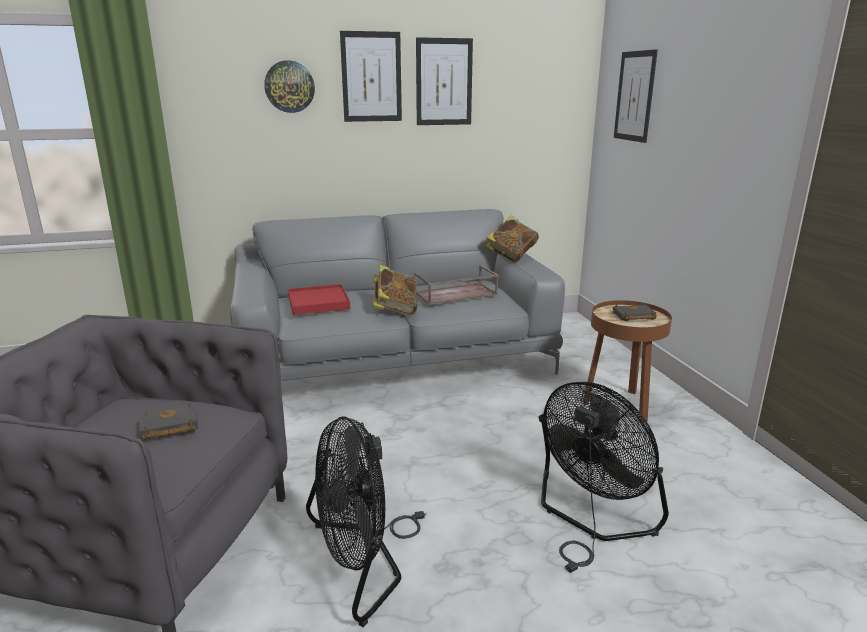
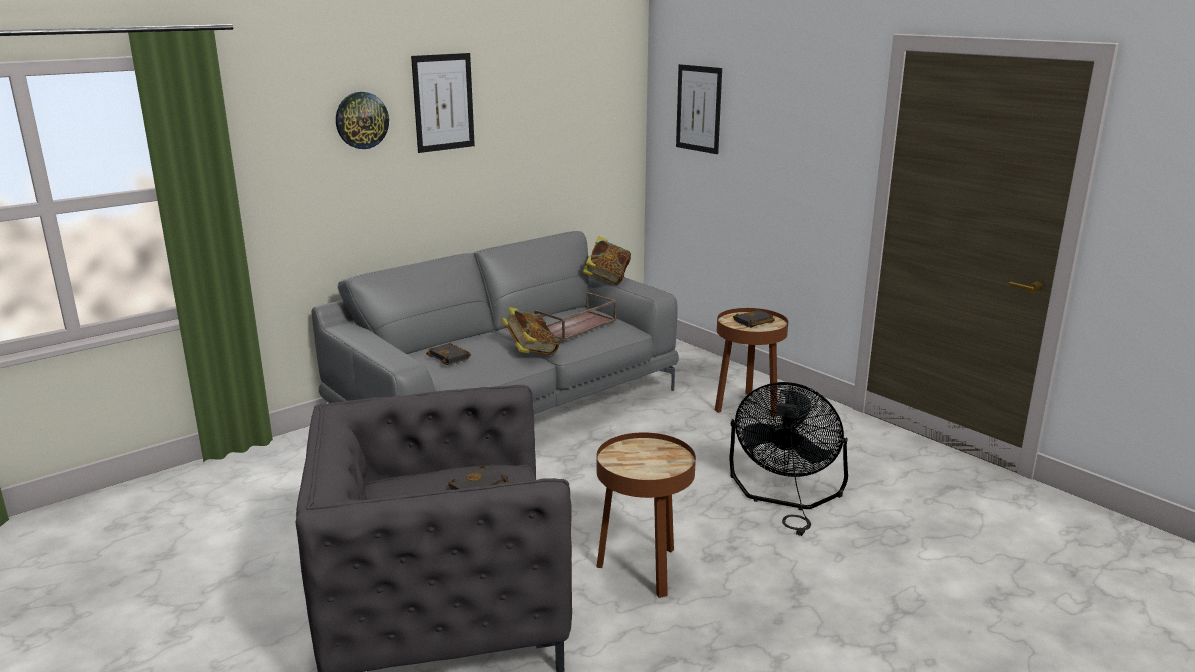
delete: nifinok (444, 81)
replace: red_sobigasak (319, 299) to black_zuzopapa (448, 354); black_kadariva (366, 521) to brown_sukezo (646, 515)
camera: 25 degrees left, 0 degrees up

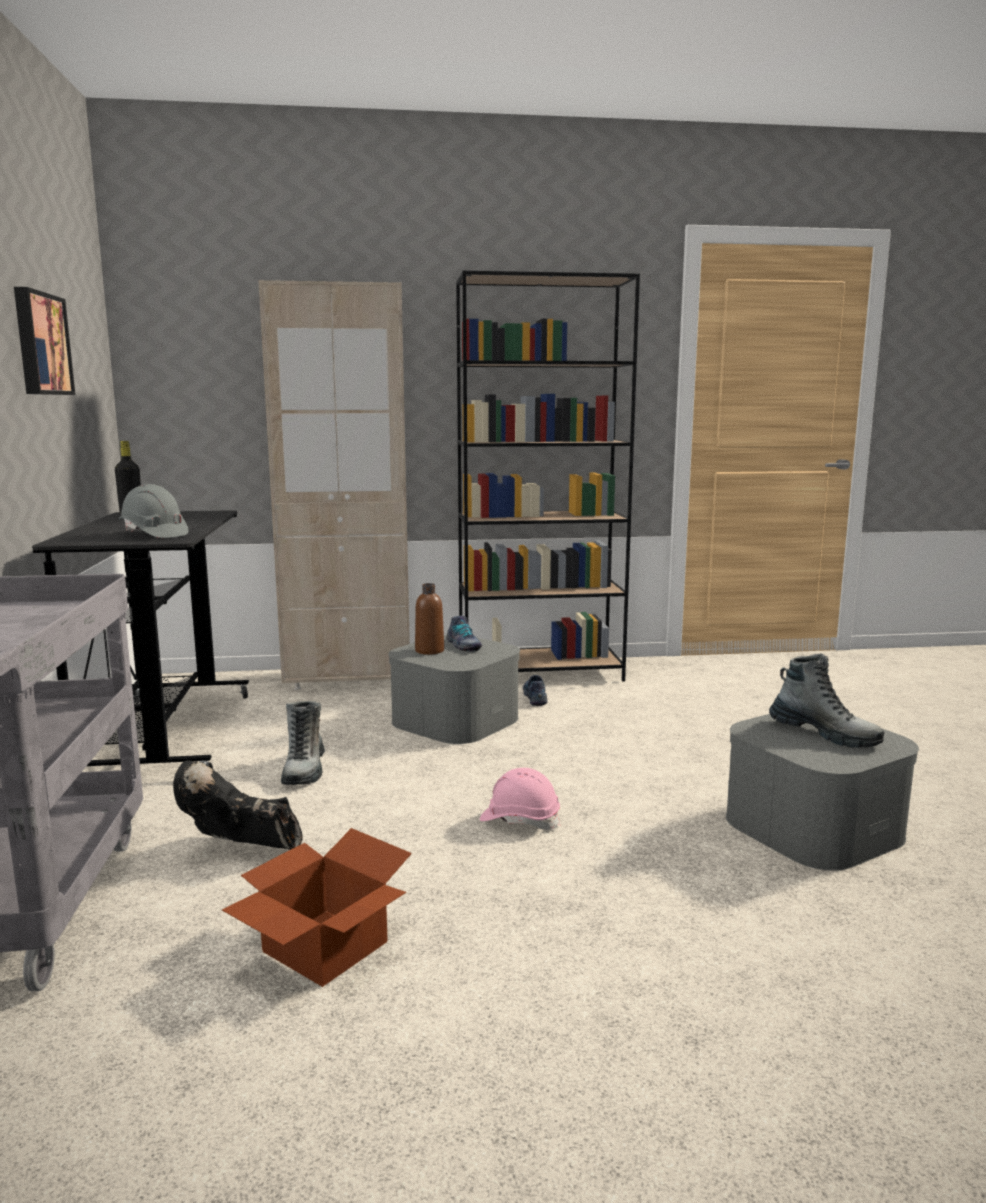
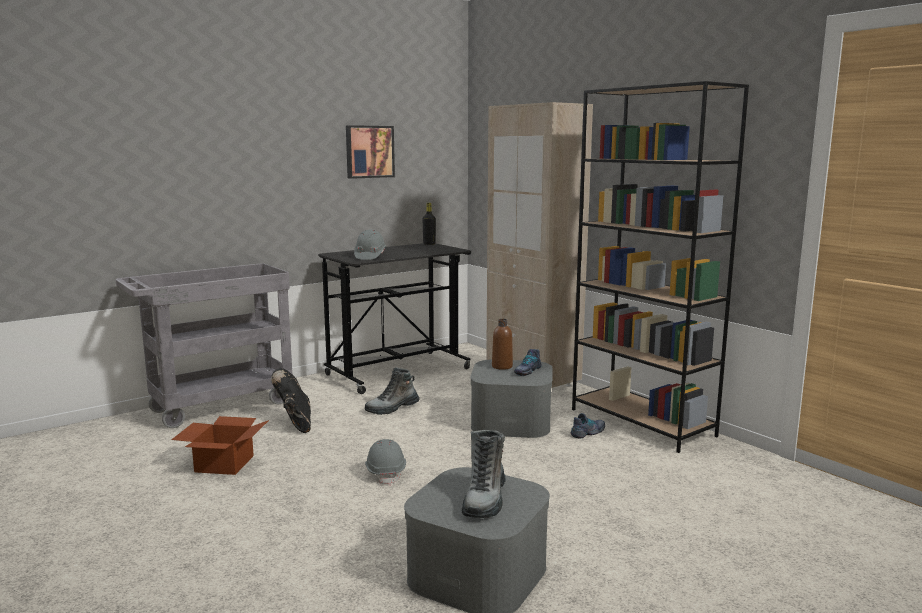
recolor: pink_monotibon (520, 799) to grey_monotibon (385, 462)
camera: 60 degrees right, 0 degrees up

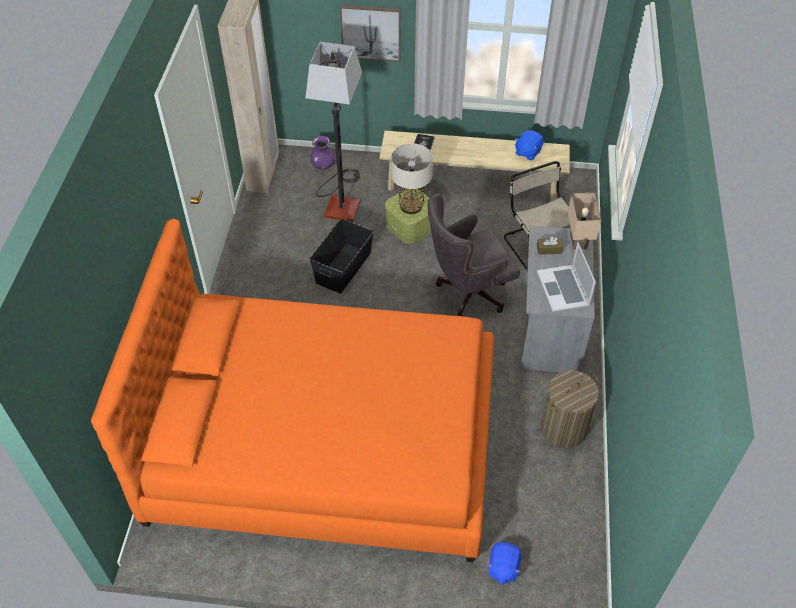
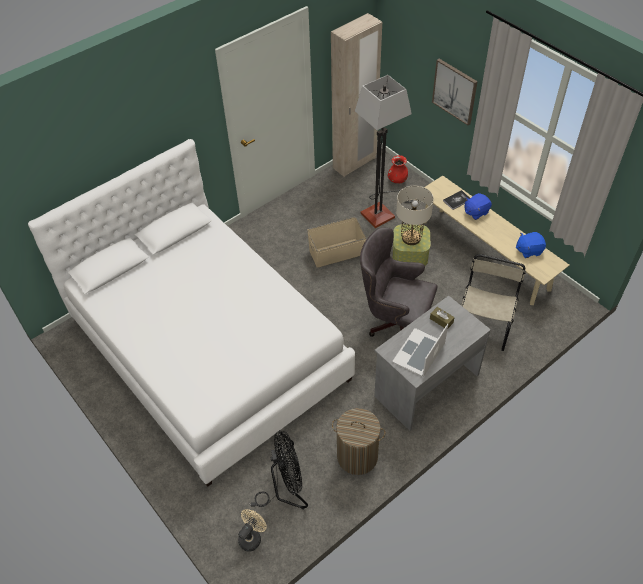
delete: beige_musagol (584, 221)
insert: beige_kadariva (252, 530); black_kadariva (279, 469)
move: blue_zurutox (504, 563) to (478, 206)
recolor: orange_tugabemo (292, 390) to white_tugabemo (191, 313); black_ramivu (342, 256) to beige_ramivu (336, 242); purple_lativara (323, 152) to red_lativara (398, 169)
camera: 45 degrees right, 0 degrees up

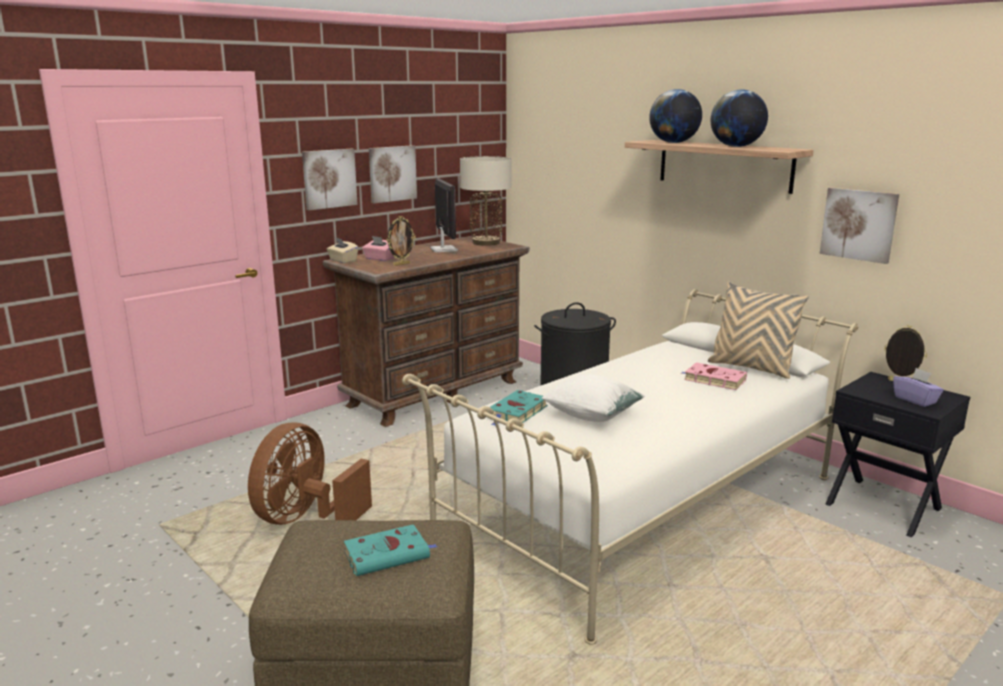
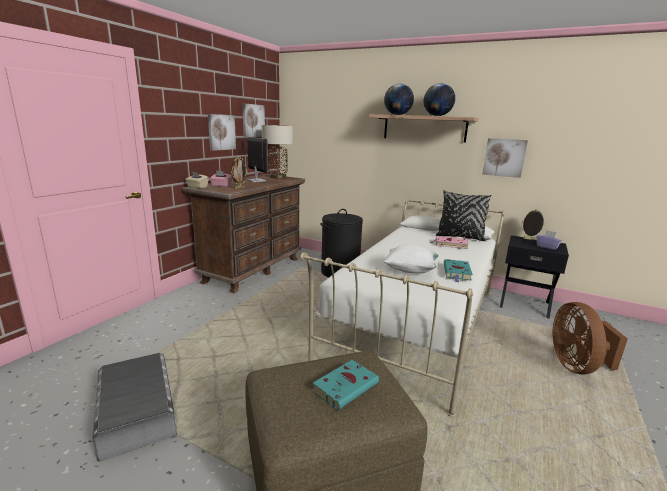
insert: grey_ramivu (134, 407)
move: brown_kadariva (310, 473) to (590, 338); nifinok (330, 179) to (253, 120); turquoise_zuzopapa (519, 408) to (458, 270)
recolor: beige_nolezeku (758, 330) to black_nolezeku (464, 215)
camera: 20 degrees left, 0 degrees up

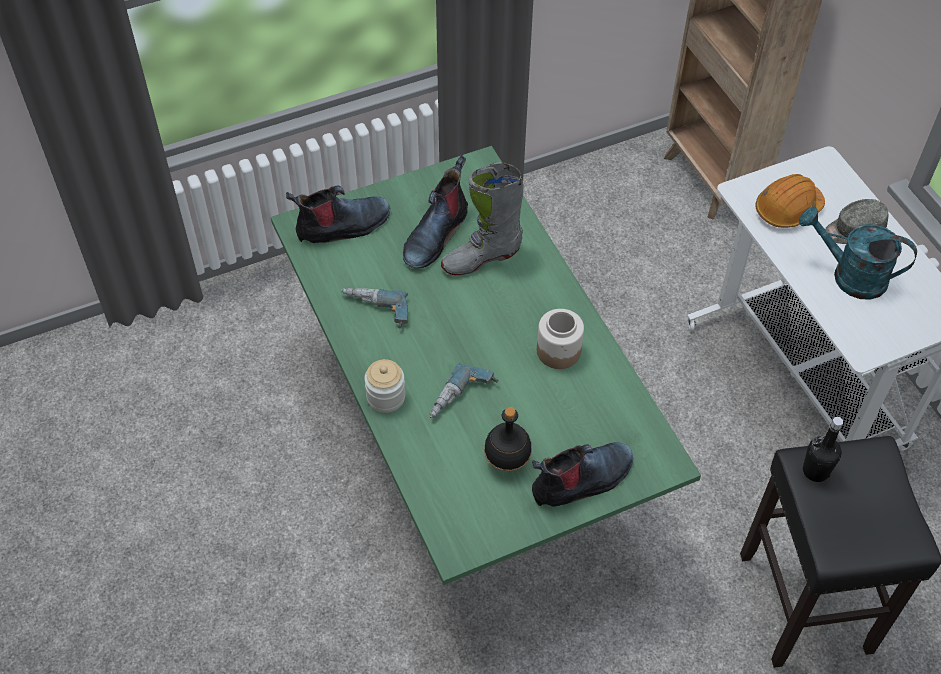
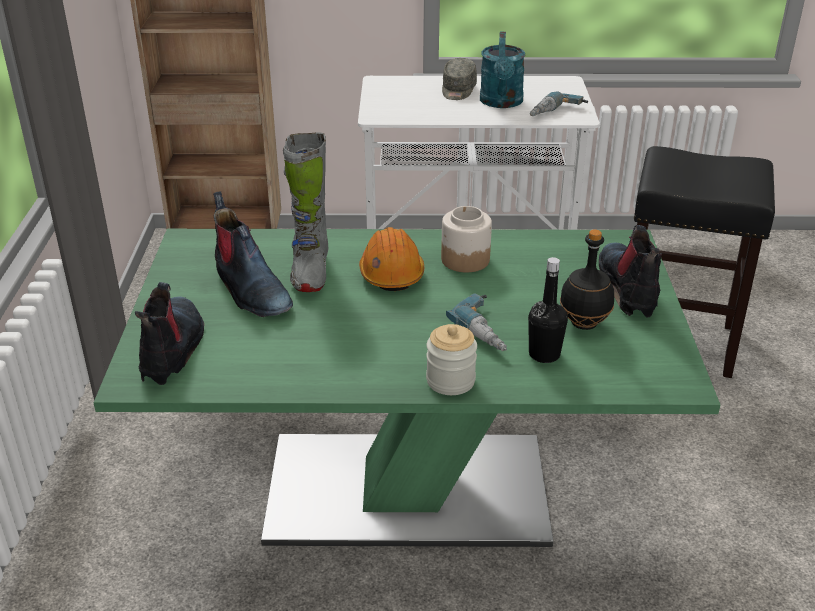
move: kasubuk (374, 308) to (559, 103); orange_monotibon (790, 201) to (391, 259); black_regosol (823, 449) to (548, 310)
rotate: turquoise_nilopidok (858, 253) = (502, 70) 45 degrees counterclockwise
camera: 65 degrees left, 20 degrees down

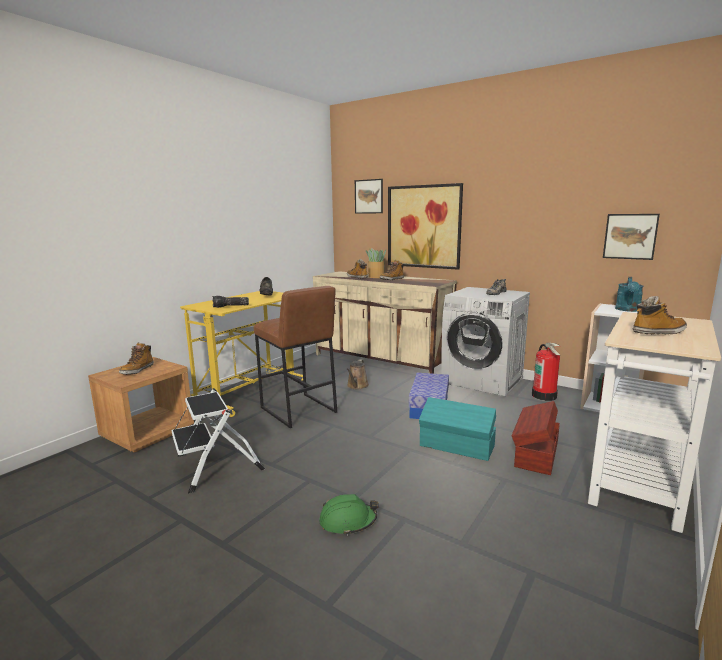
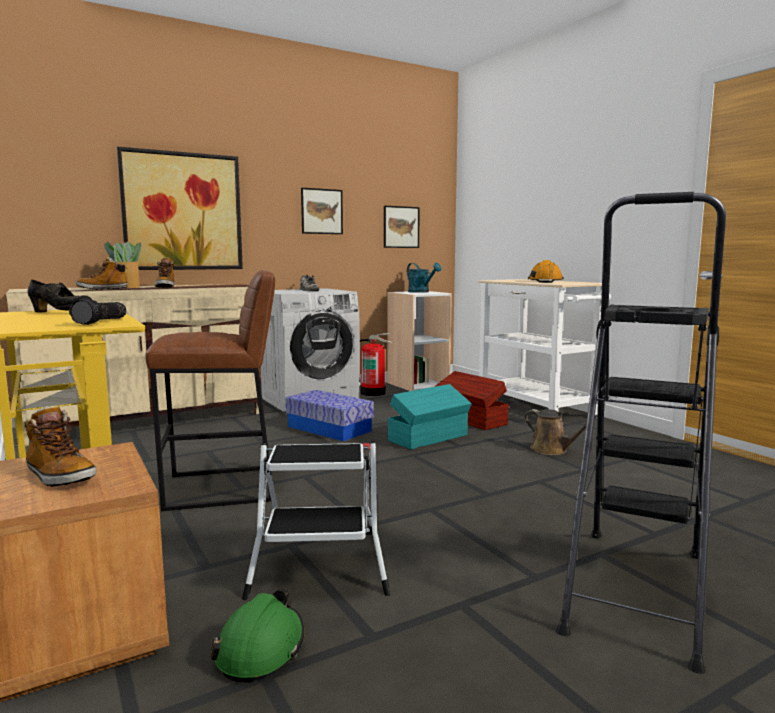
insert: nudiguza (641, 433)
move: green_monotibon (349, 515) to (257, 635); brown_nilopidok (358, 374) to (560, 432); nifinok (369, 196) to (322, 211)
replace: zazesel (660, 315) to orange_monotibon (546, 271)
camera: 65 degrees left, 5 degrees down

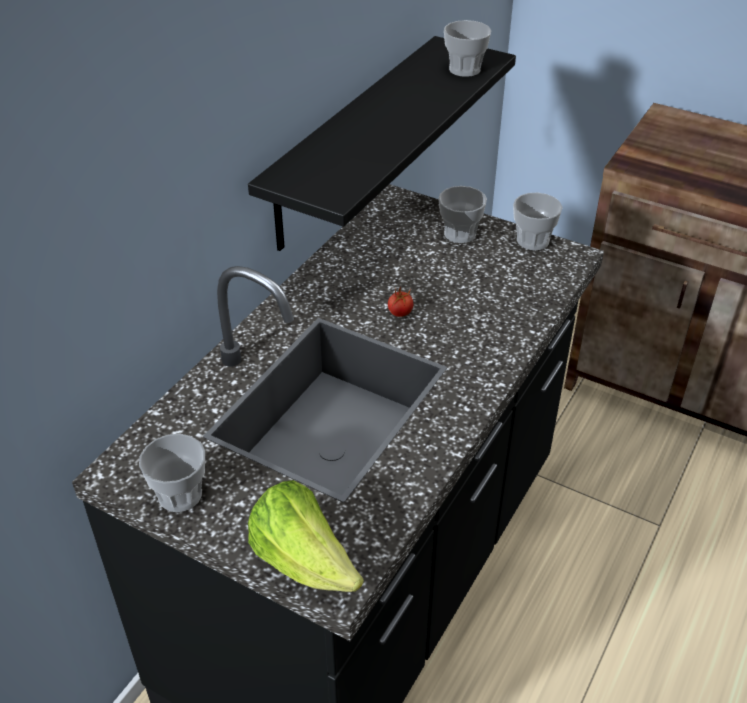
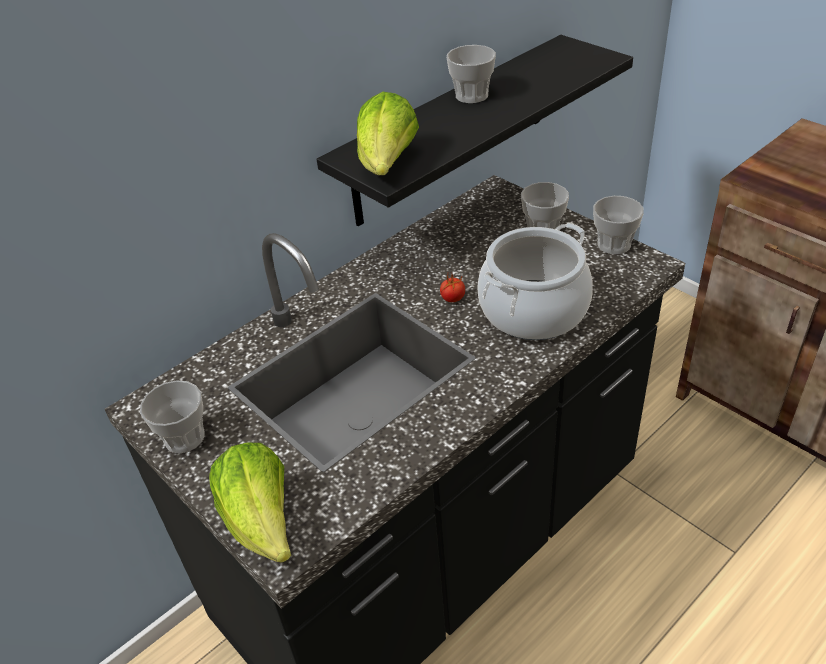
insert: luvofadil (388, 133); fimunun (535, 281)
move: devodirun (467, 48) to (471, 74)
camera: 20 degrees right, 0 degrees up

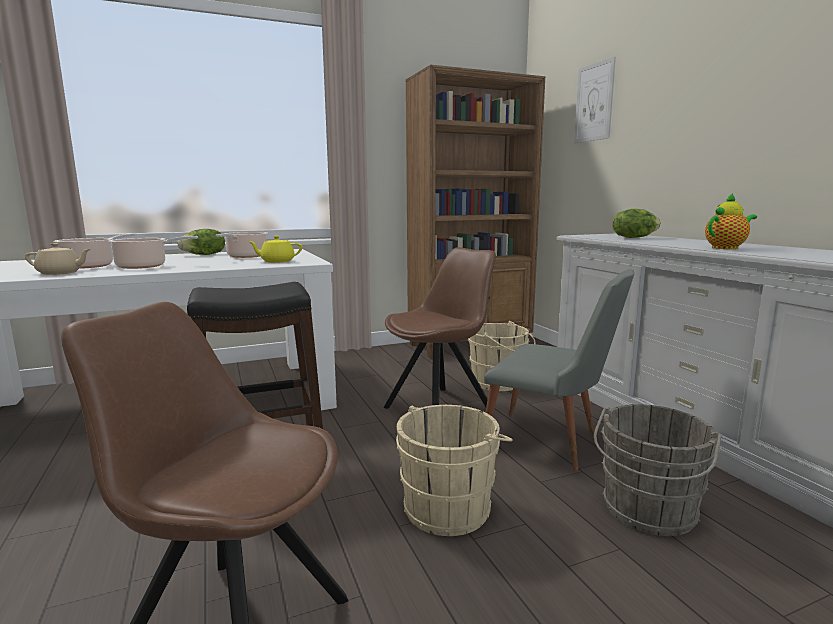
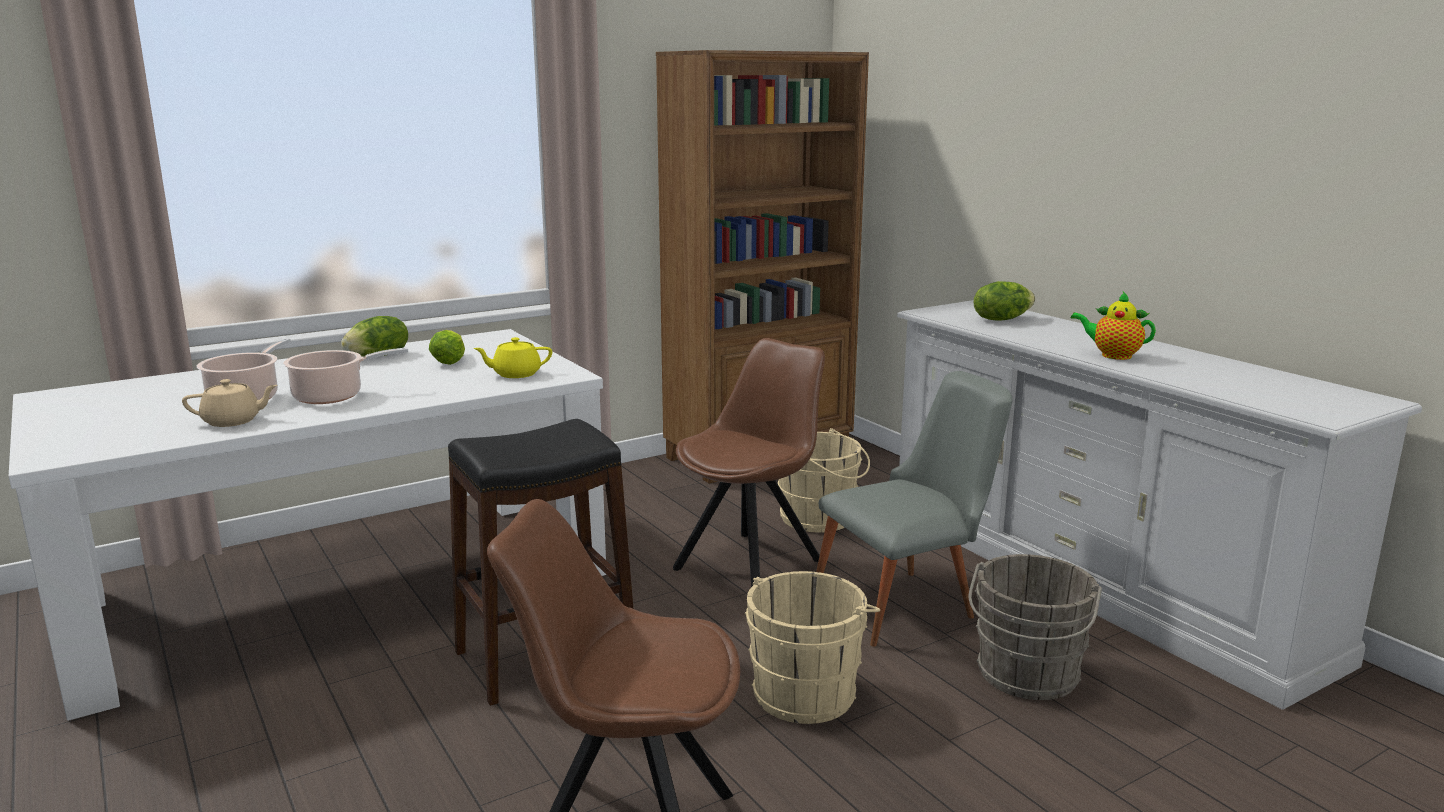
delete: nifinok (595, 100)
replace: fimunun (242, 245) to luvofadil (447, 347)
rotate: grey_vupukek (559, 370) = (914, 509) 45 degrees counterclockwise; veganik (731, 221) = (1113, 326) 120 degrees counterclockwise
camera: 10 degrees left, 5 degrees up

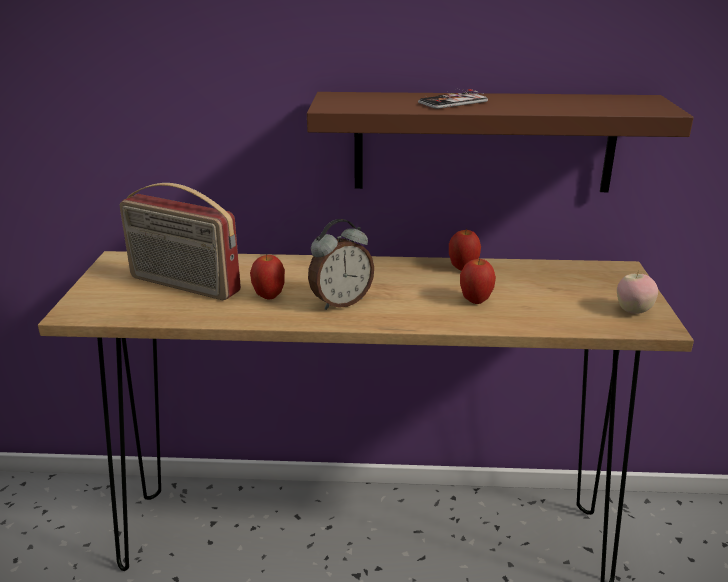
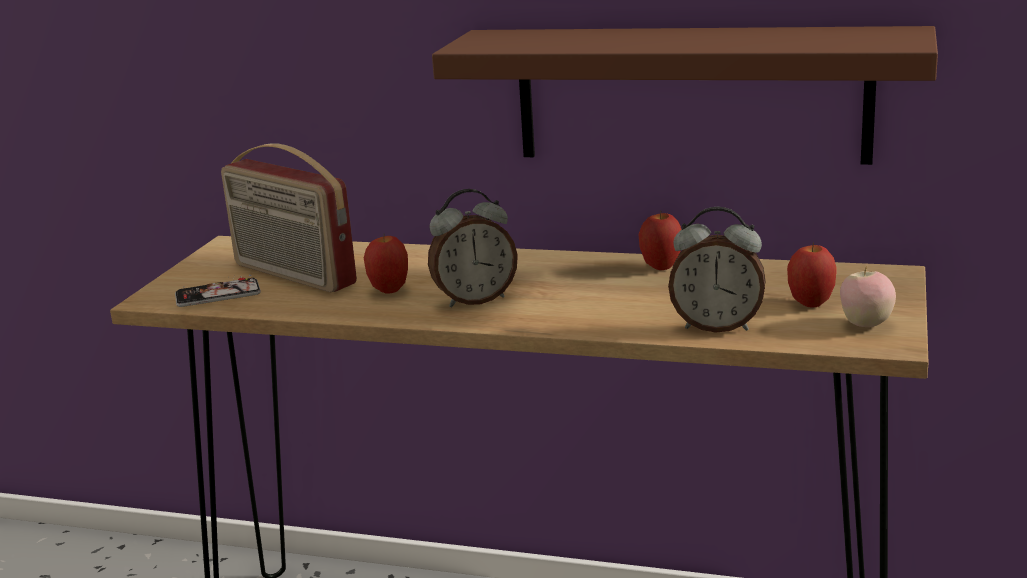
insert: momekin (717, 270)
move: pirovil (453, 99) to (218, 291); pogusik (478, 280) to (812, 275)
camera: 15 degrees right, 5 degrees down

